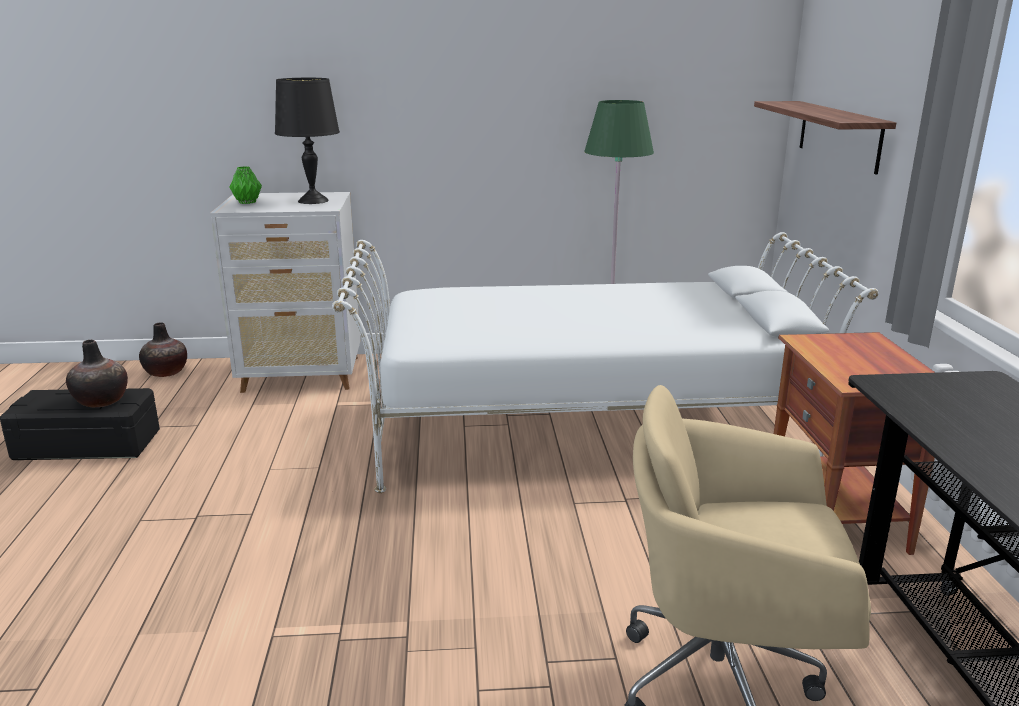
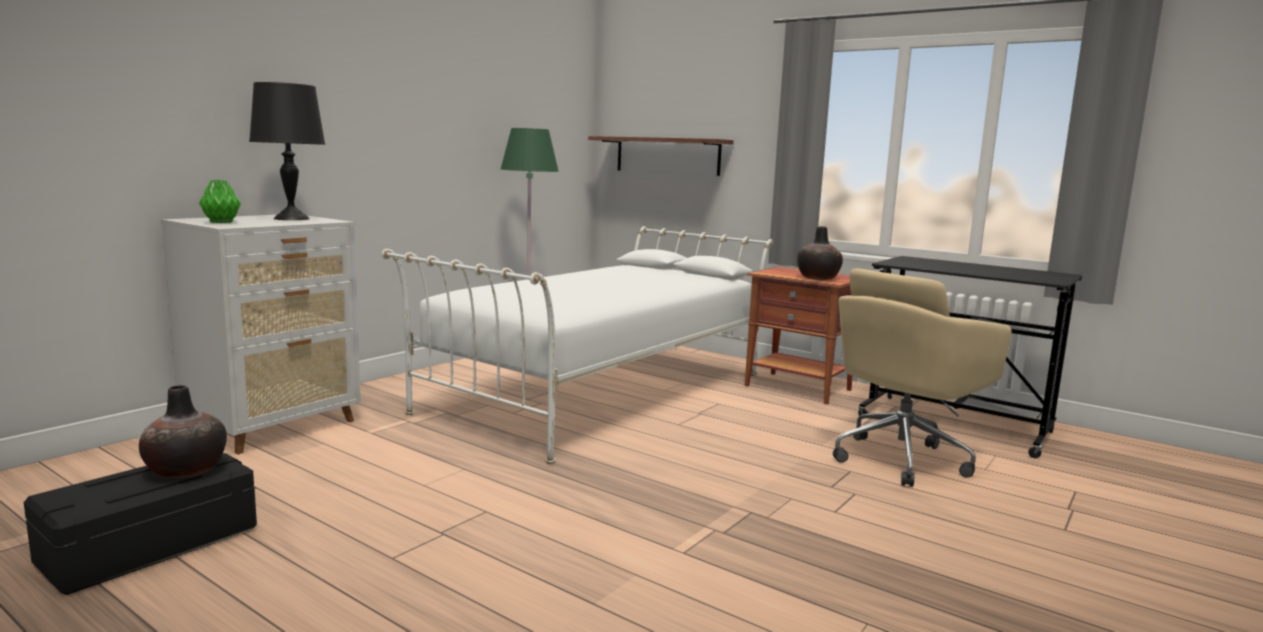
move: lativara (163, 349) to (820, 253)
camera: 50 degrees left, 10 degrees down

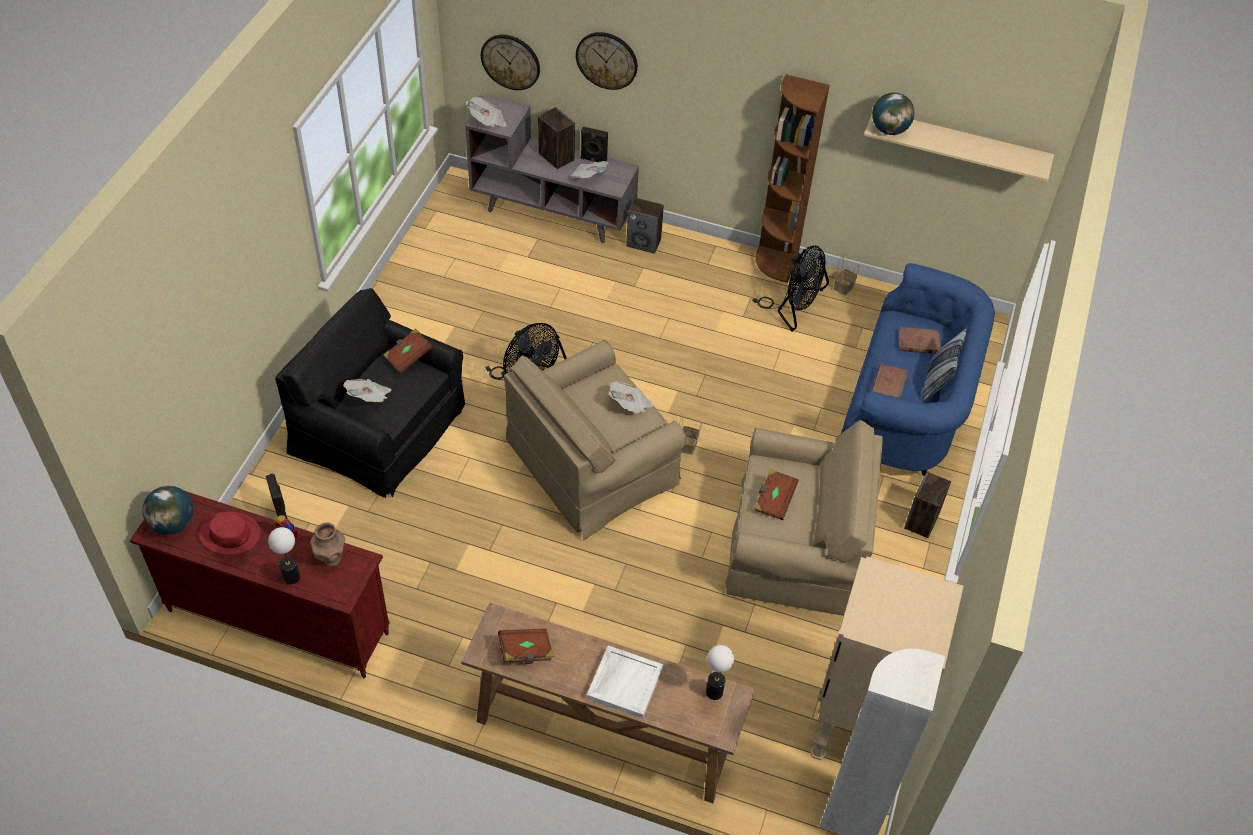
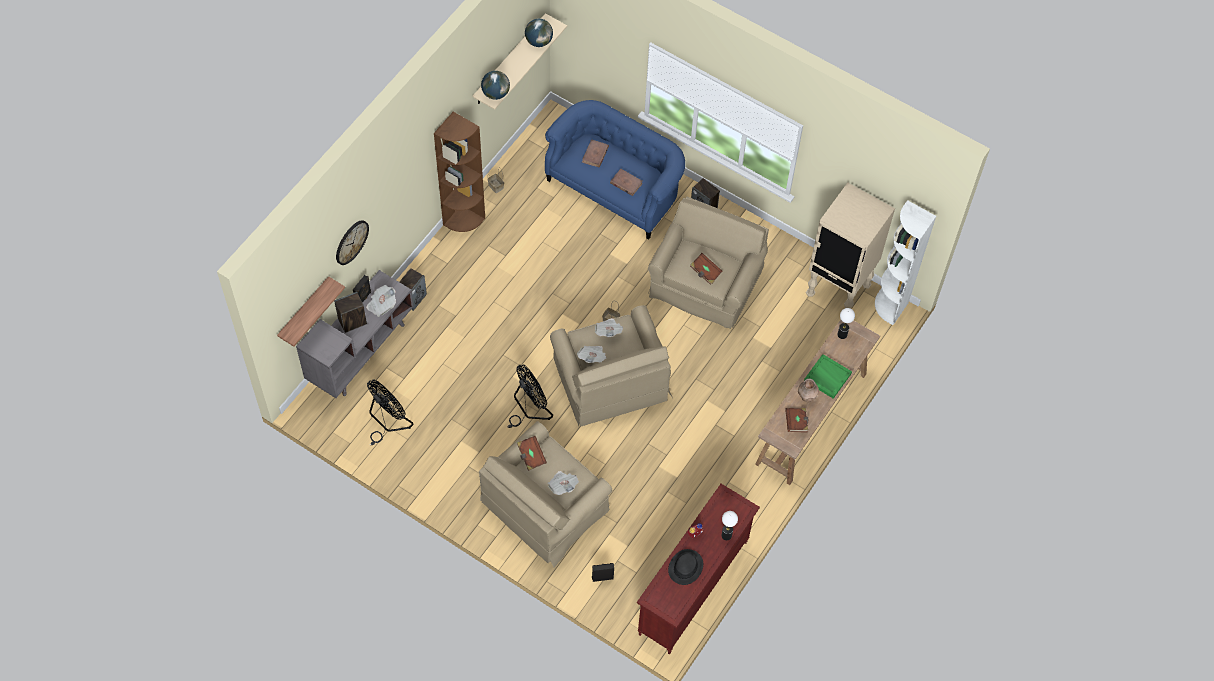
delete: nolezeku (944, 364)
move: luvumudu (168, 510) to (539, 33); brown_lativara (327, 544) to (808, 391); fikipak (486, 112) to (592, 354); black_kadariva (790, 288) to (390, 412)
replace: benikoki (510, 62) to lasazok (311, 311)
recolor: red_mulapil (229, 533) to black_mulapil (685, 567); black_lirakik (370, 393) to beige_lirakik (545, 494); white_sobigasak (625, 682) to green_sobigasak (828, 376)
camera: 75 degrees left, 10 degrees up

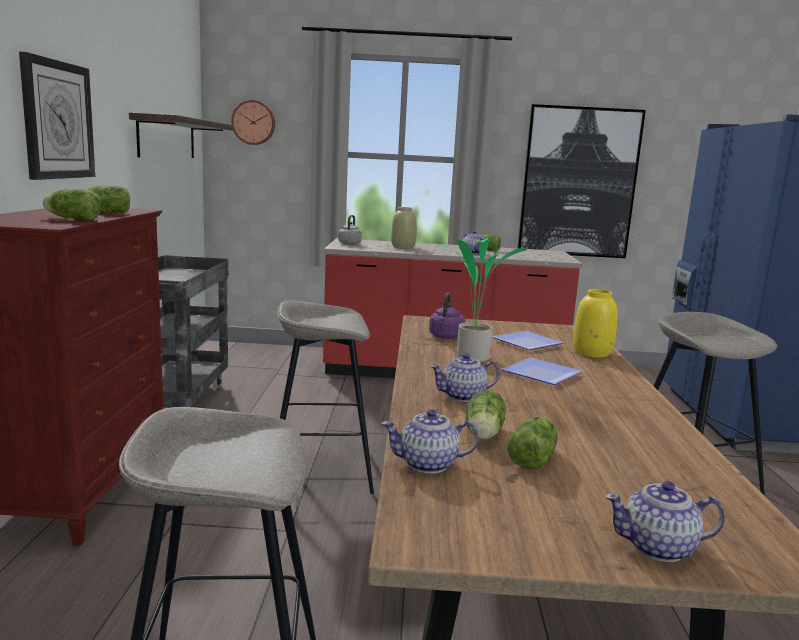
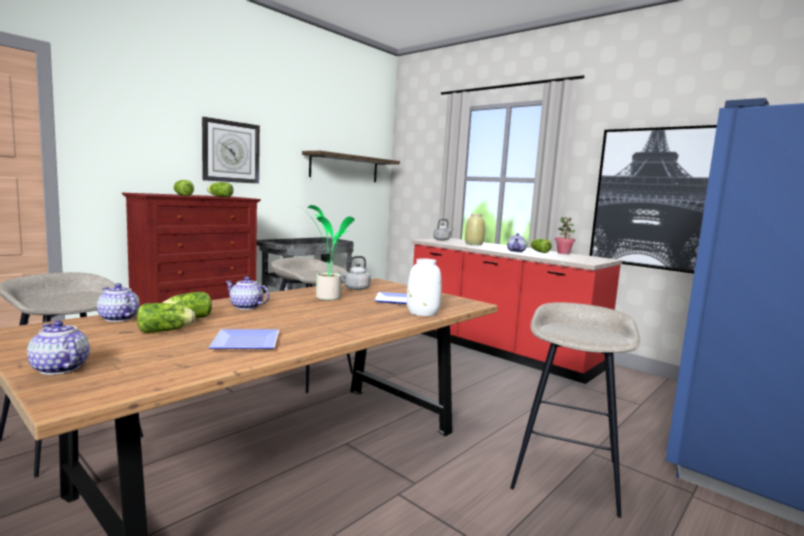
delete: benikoki (253, 122)
insert: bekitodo (565, 235)
move: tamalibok (541, 371) to (243, 339)
recolor: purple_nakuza (447, 315) to grey_nakuza (354, 273); yellow_lativara (595, 323) to white_lativara (424, 287)
camera: 40 degrees right, 5 degrees down

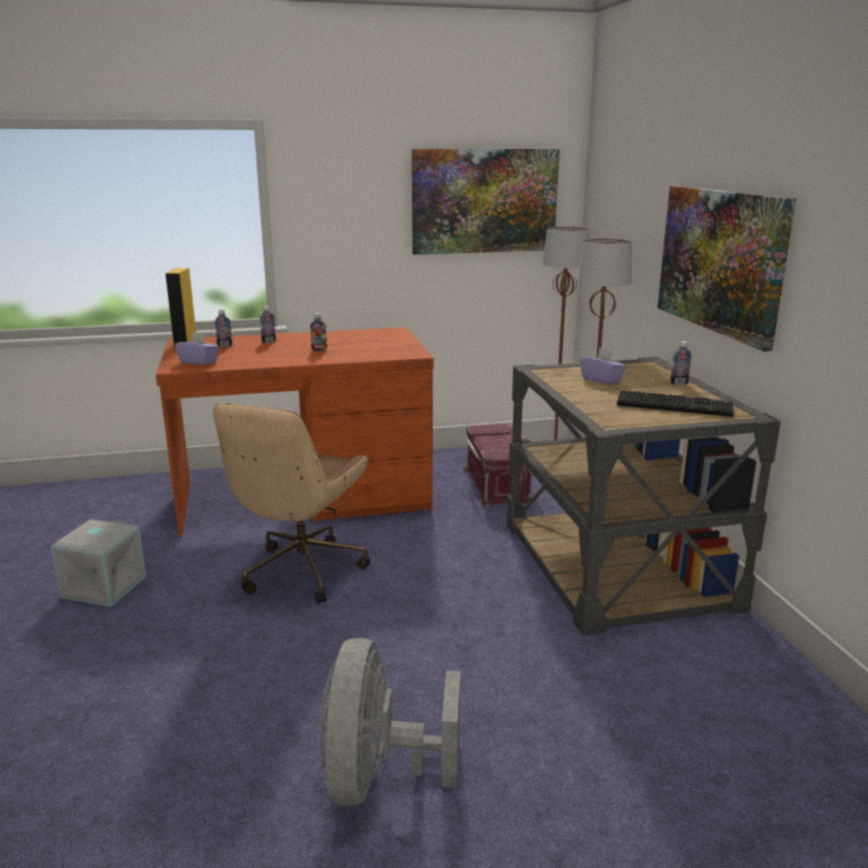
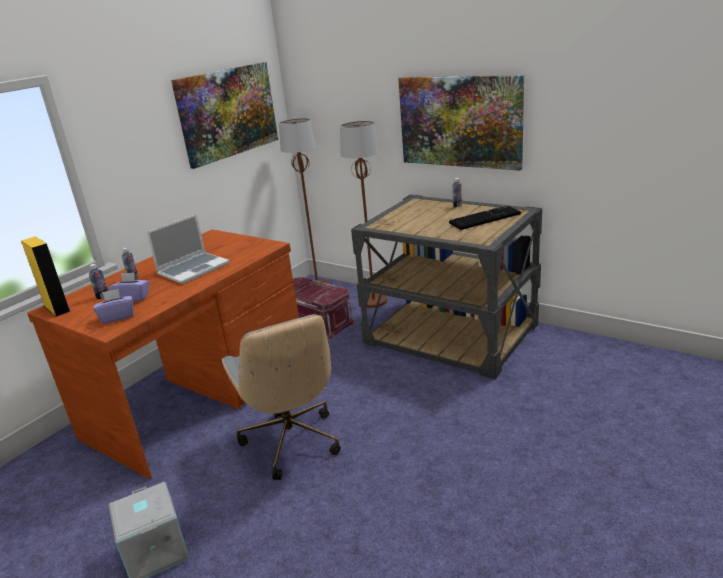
delete: grey_kadariva (390, 722)
move: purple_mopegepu (603, 366) to (128, 287)
replace: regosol (318, 332) to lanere (188, 249)
recolor: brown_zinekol (291, 503) to grey_zinekol (281, 397)
camera: 40 degrees left, 5 degrees up

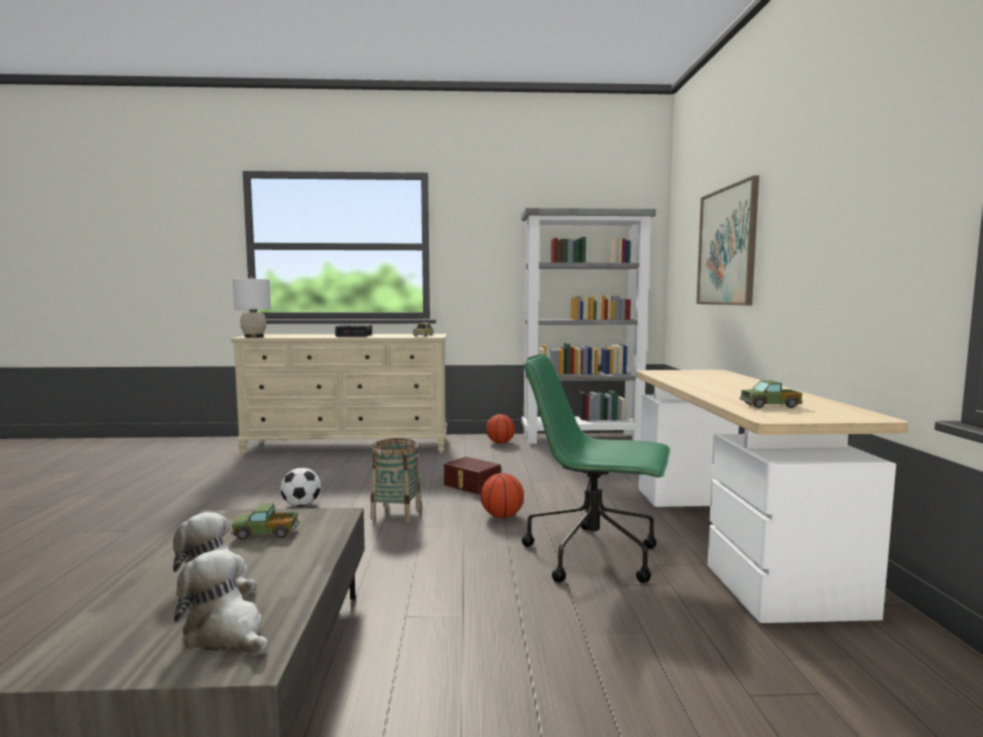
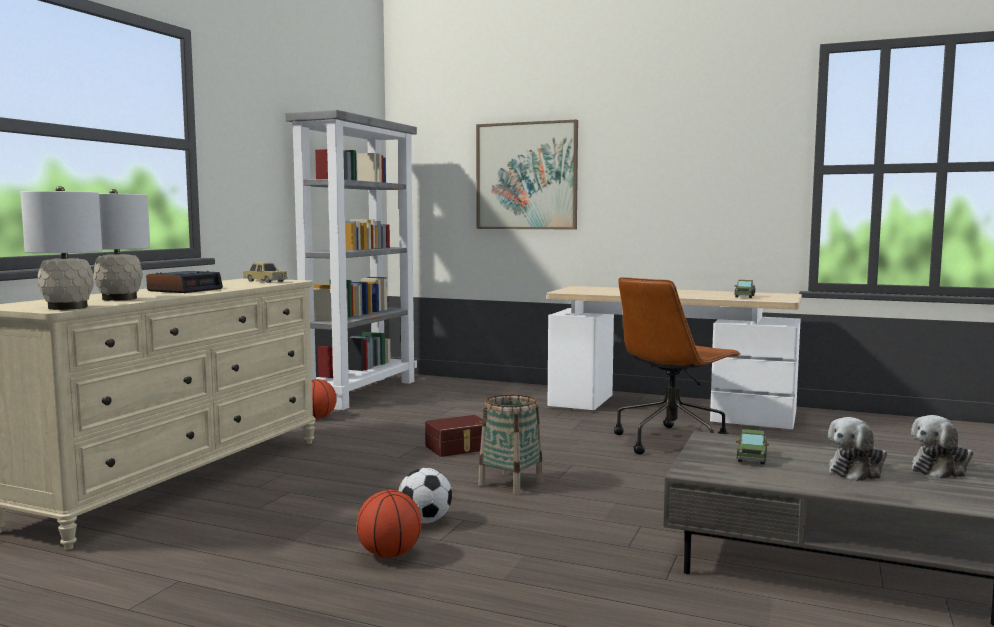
insert: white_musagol (121, 245)
move: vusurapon (502, 495) to (389, 524)
recolor: green_zinekol (596, 468) to brown_zinekol (677, 366)
camera: 65 degrees left, 0 degrees up

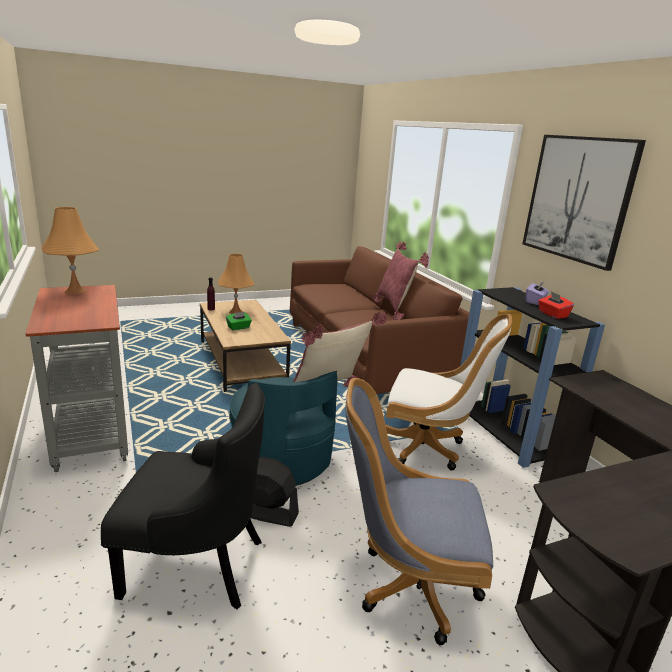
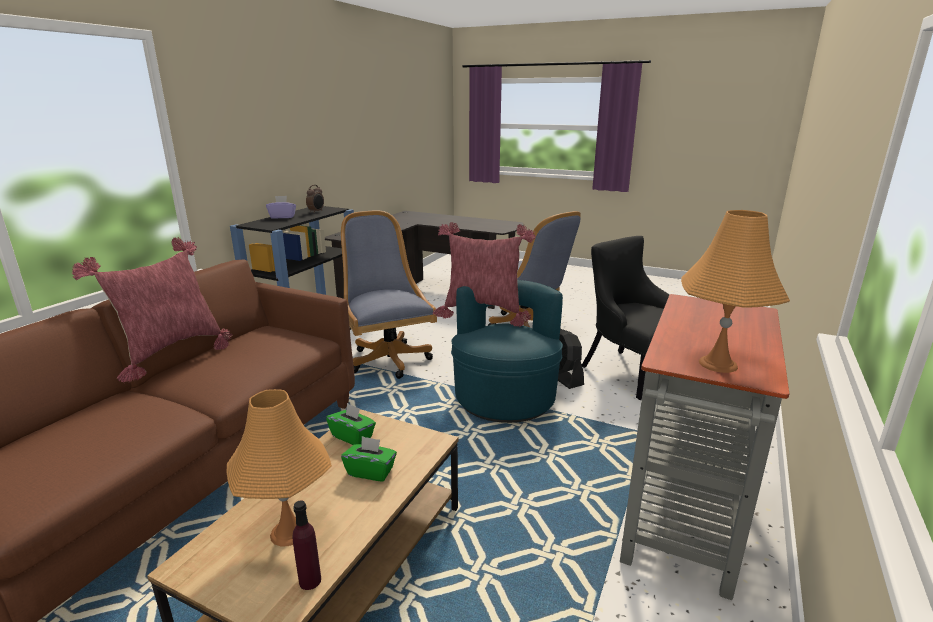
delete: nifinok (584, 203)
insert: green_mopegepu (351, 424)
replace: red_mopegepu (556, 305) to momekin (315, 199)
recolor: white_zinekol (448, 392) to blue_zinekol (389, 294)
camera: 130 degrees left, 0 degrees up

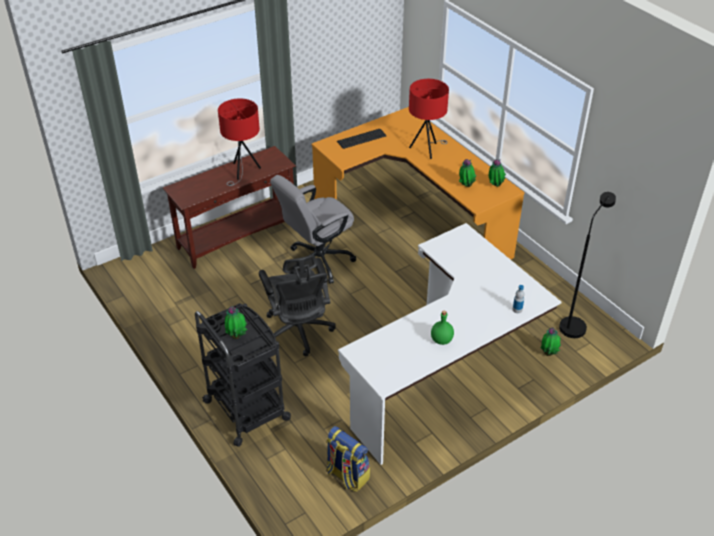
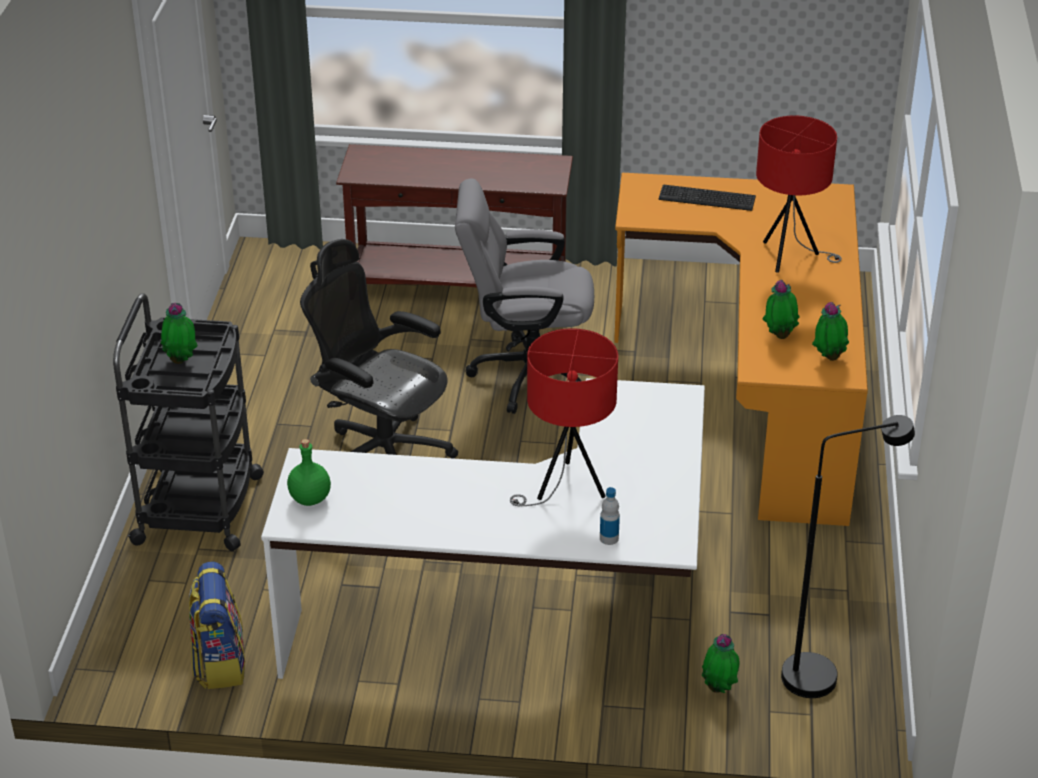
move: red_musagol (239, 142) to (564, 417); green_regosol (442, 328) to (309, 472)
rotate: zinekol (297, 305) = (379, 349) 105 degrees clockwise
camera: 40 degrees right, 5 degrees down

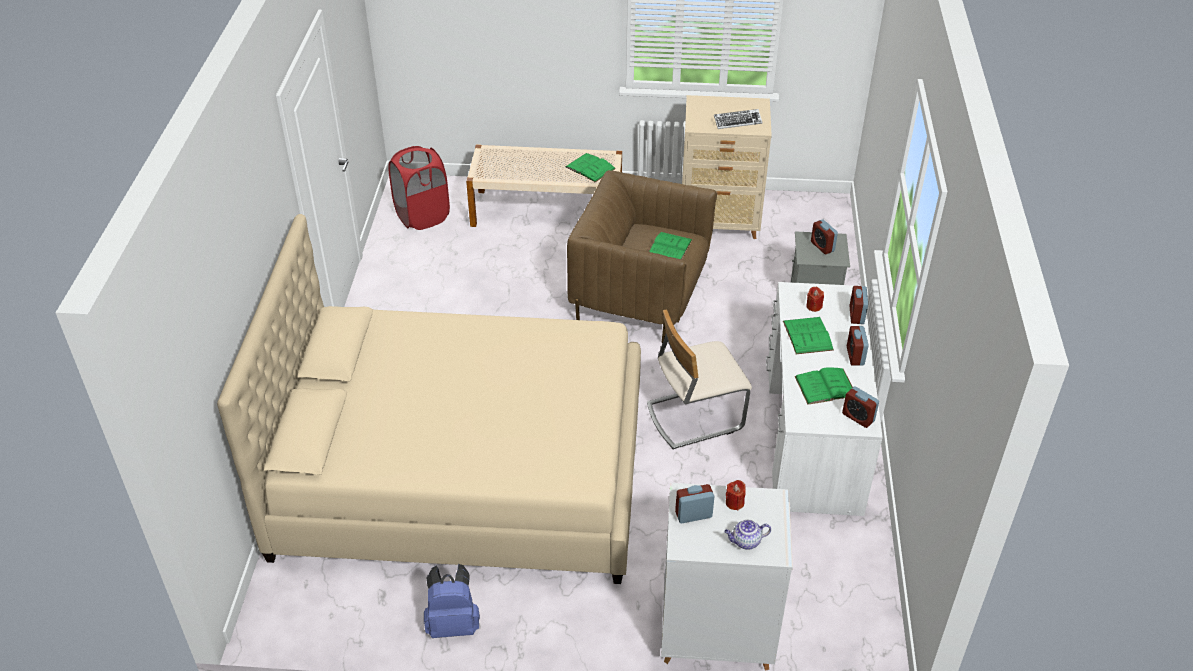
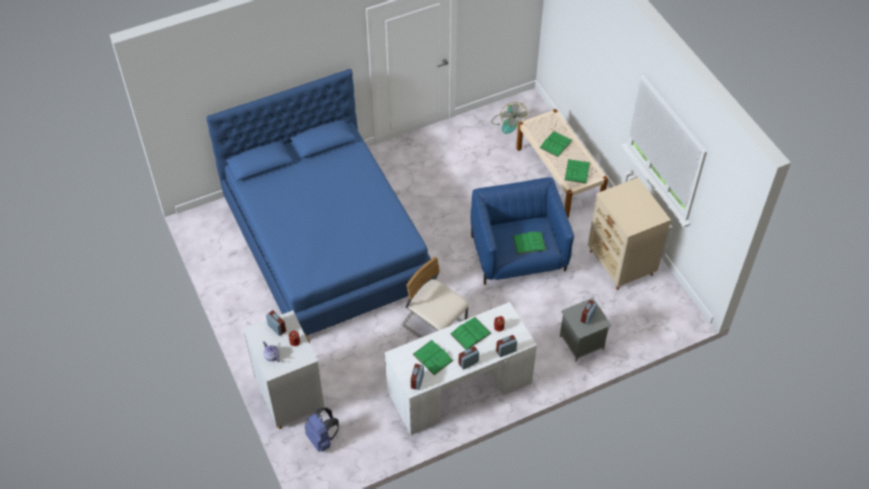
delete: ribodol (738, 119)
insert: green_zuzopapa (556, 144)
move: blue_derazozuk (452, 601) to (322, 429)
replace: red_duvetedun (419, 188) to kadariva (509, 118)
recolor: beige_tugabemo (429, 399) to blue_tugabemo (321, 202); brown_lirakik (642, 256) to blue_lirakik (522, 231)
camera: 60 degrees right, 10 degrees up

